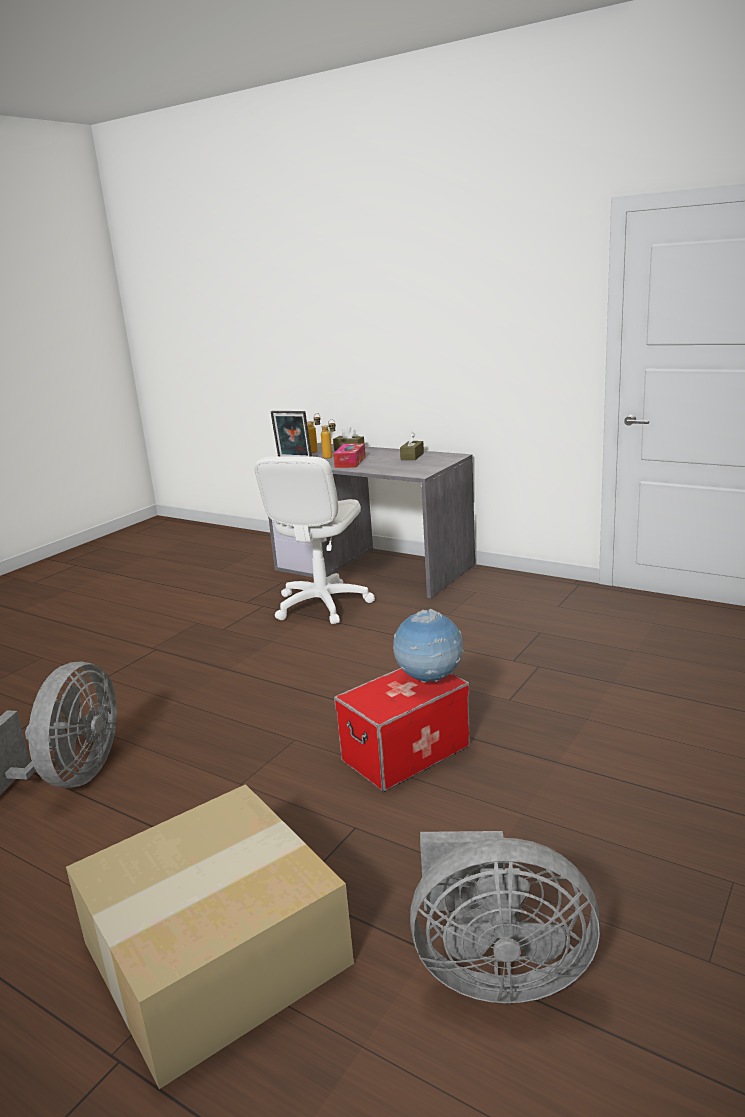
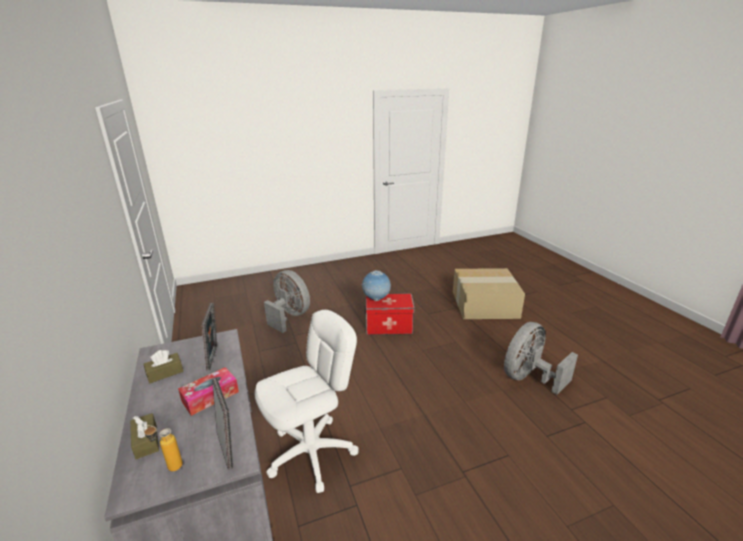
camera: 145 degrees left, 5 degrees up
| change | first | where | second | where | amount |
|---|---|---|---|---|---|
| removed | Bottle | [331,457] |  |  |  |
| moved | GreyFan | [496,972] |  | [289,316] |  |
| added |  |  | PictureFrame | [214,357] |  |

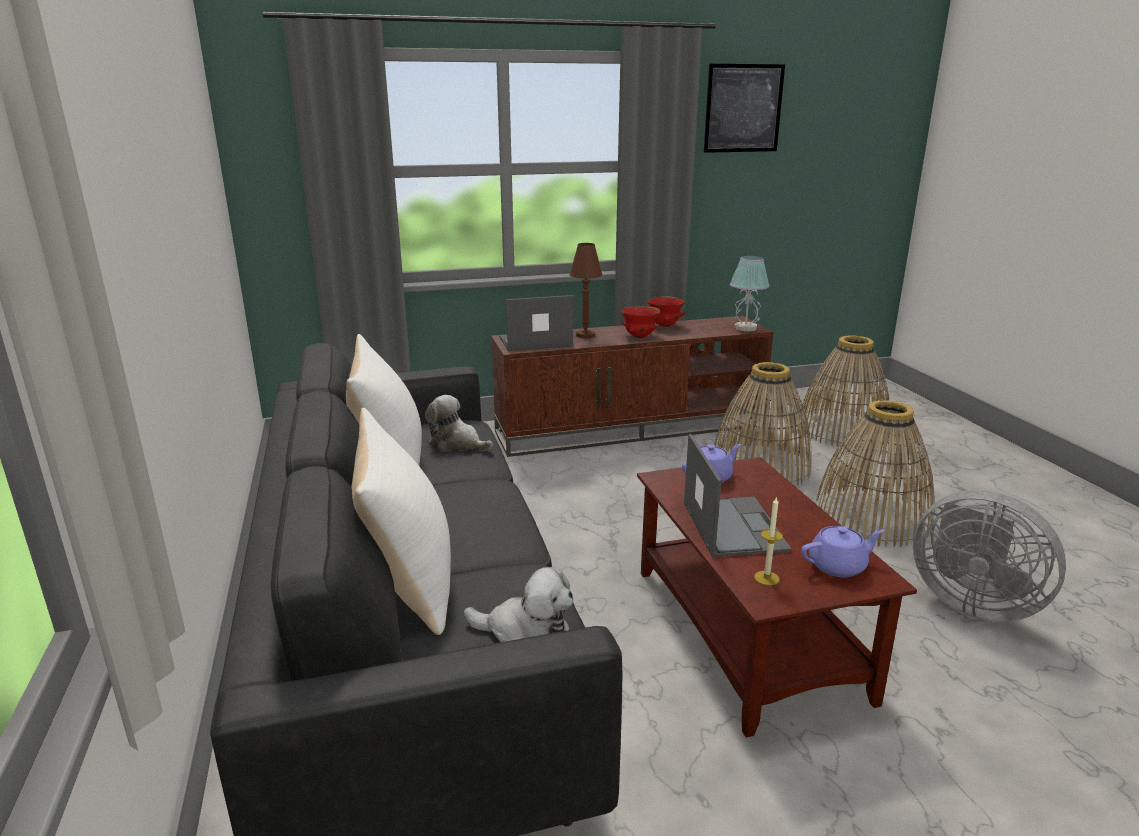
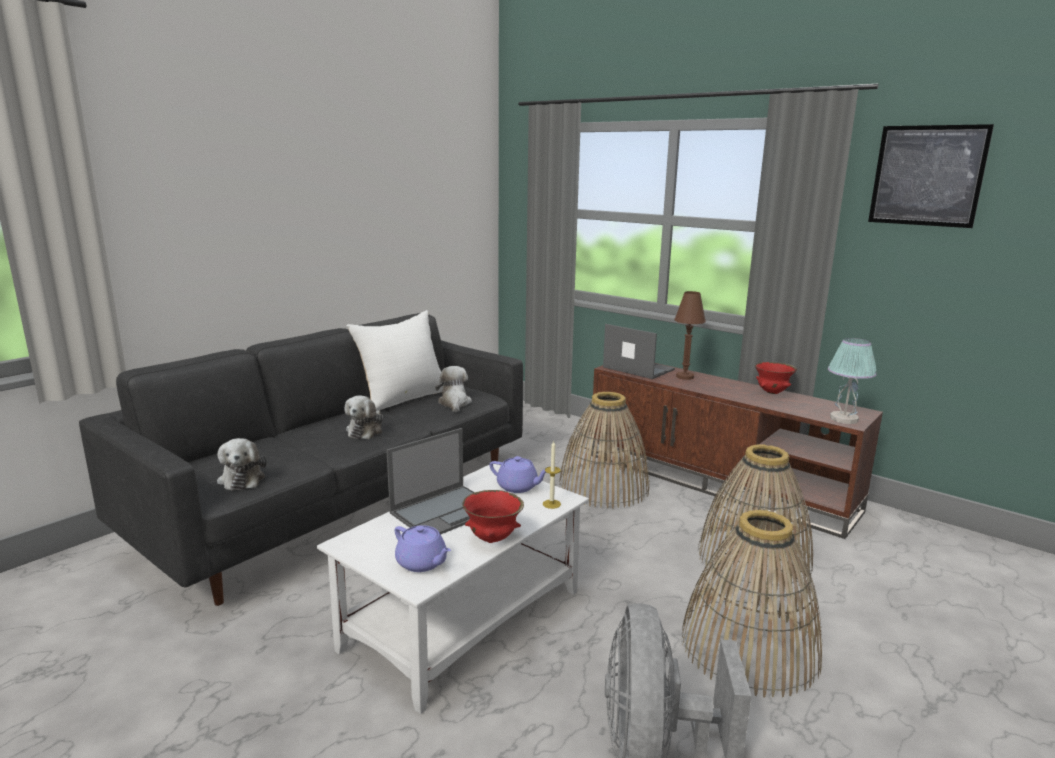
camera: 55 degrees right, 5 degrees down
| change | first | where | second | where | amount |
|---|---|---|---|---|---|
| removed | WhitePillow | [408,581] |  |  |  |
| moved | RedBowl | [640,337] |  | [492,539] |  |
| recoloured | BrownCoffeeTable | [744,631] | WhiteCoffeeTable | [464,618] |  |
| moved | Candle | [766,578] |  | [551,504] |  |
| moved | Basket | [843,430] |  | [604,487] |  |
| added |  |  | PlushToy | [366,430] |  |

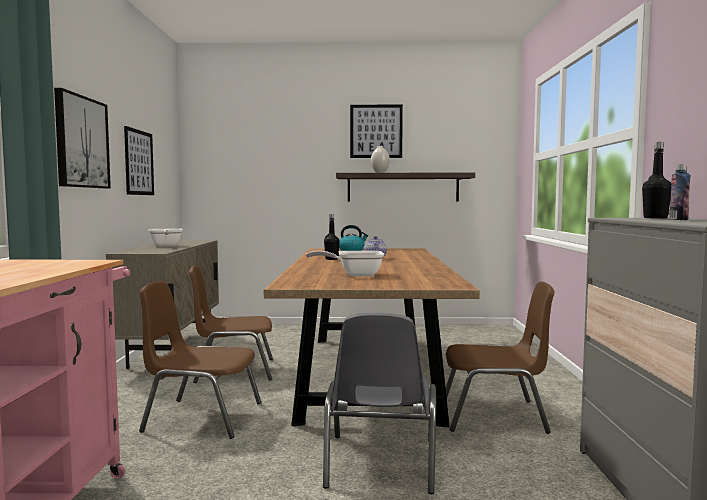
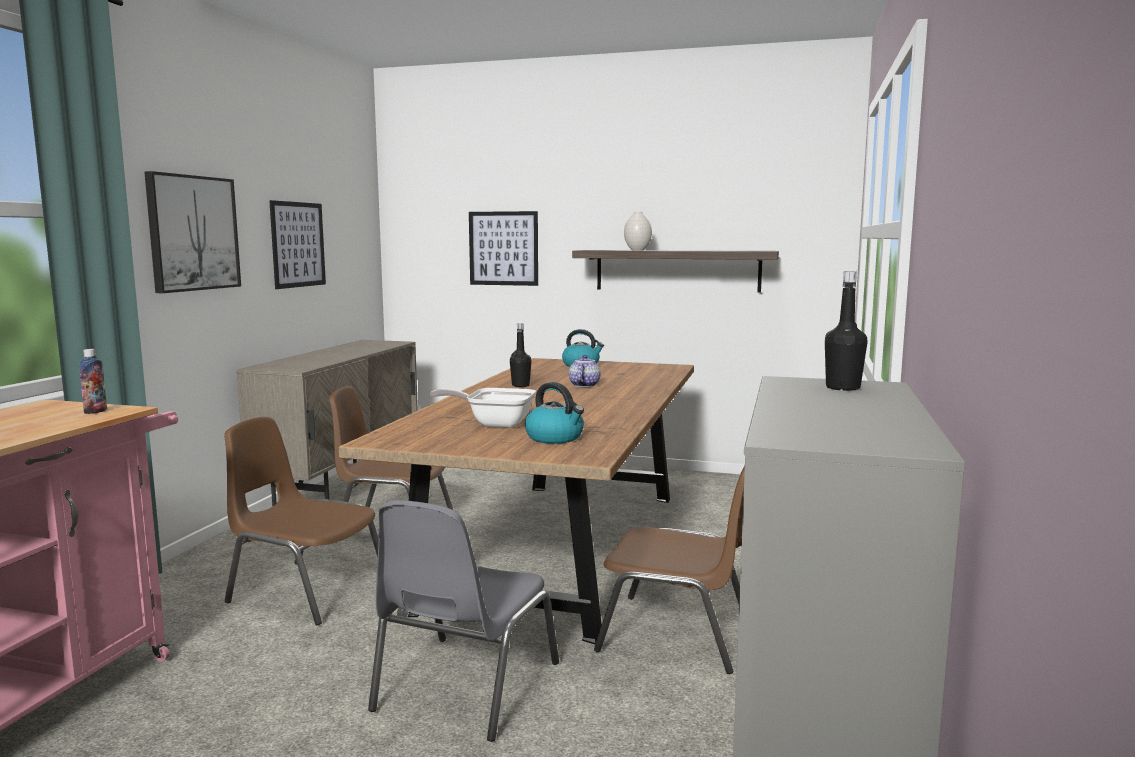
camera: 15 degrees right, 5 degrees up
| change | first | where | second | where | amount |
|---|---|---|---|---|---|
| removed | FryingPan | [165,246] |  |  |  |
| moved | Picture | [376,131] |  | [503,248] |  |
| moved | Bottle | [678,219] |  | [95,411] |  |
| added |  |  | Kettle | [555,438] |  |

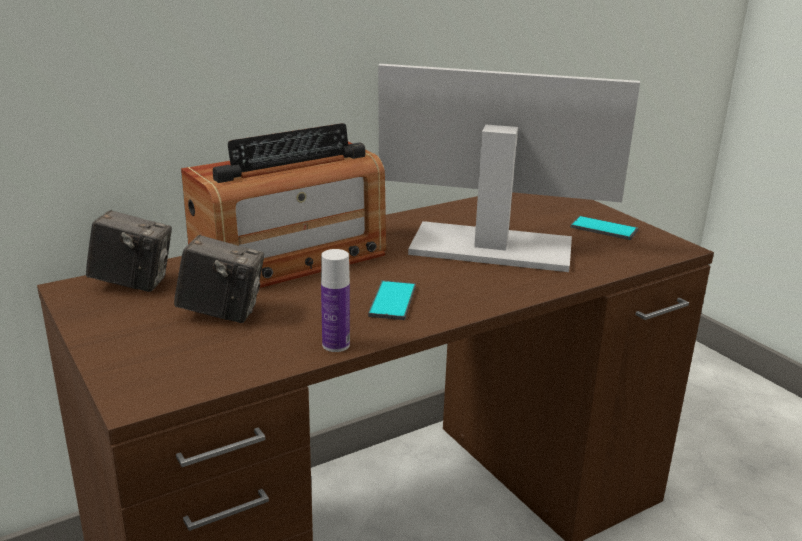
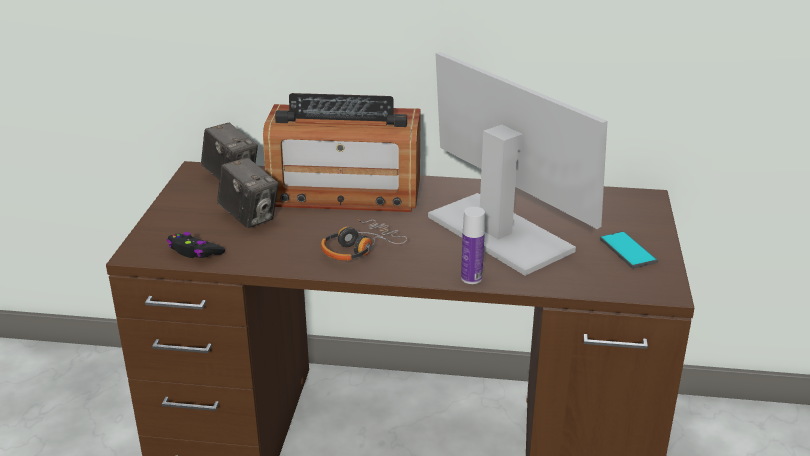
camera: 40 degrees right, 5 degrees up
| change | first | where | second | where | amount |
|---|---|---|---|---|---|
| moved | Bottle | [336,345] |  | [471,278] |  |
| replaced | Phone | [392,301] | Headphones | [359,248] |  |
| added |  |  | BlackGameController | [194,252] |  |

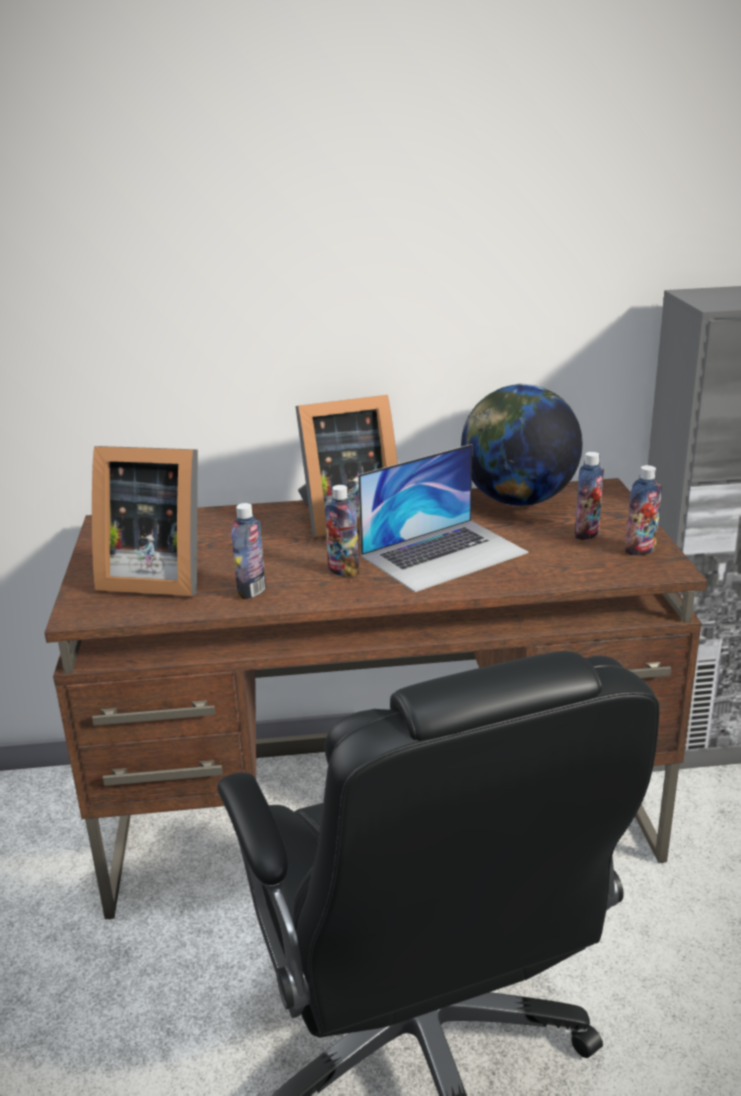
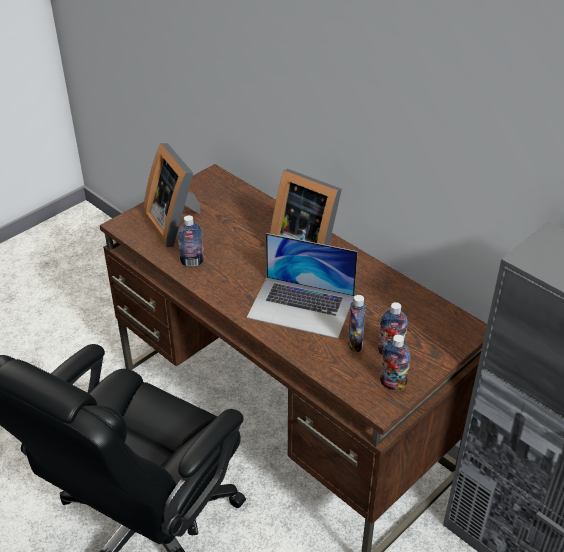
camera: 50 degrees right, 15 degrees up
| change | first | where | second | where | amount |
|---|---|---|---|---|---|
| moved | Bottle | [343,571] |  | [355,343] |  |
| removed | Globe | [518,501] |  |  |  |

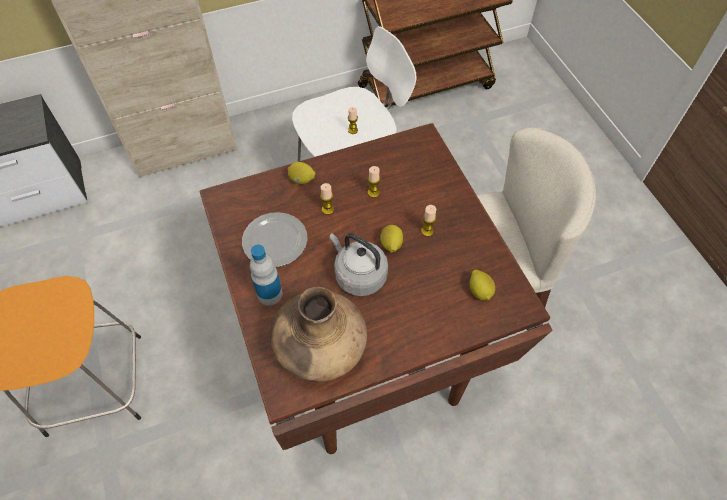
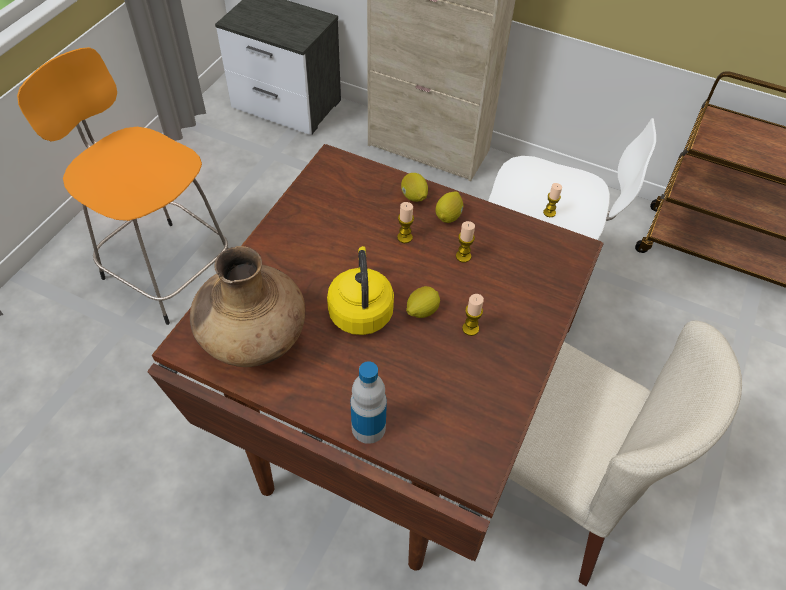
camera: 45 degrees right, 5 degrees down
| change | first | where | second | where | amount |
|---|---|---|---|---|---|
| removed | Plate | [275,240] |  |  |  |
| moved | Bottle | [269,294] |  | [368,427] |  |
| recoloured | GreyKettle | [358,275] | YellowKettle | [360,310] |  |
| moved | Lemon | [480,291] |  | [448,216] |  |

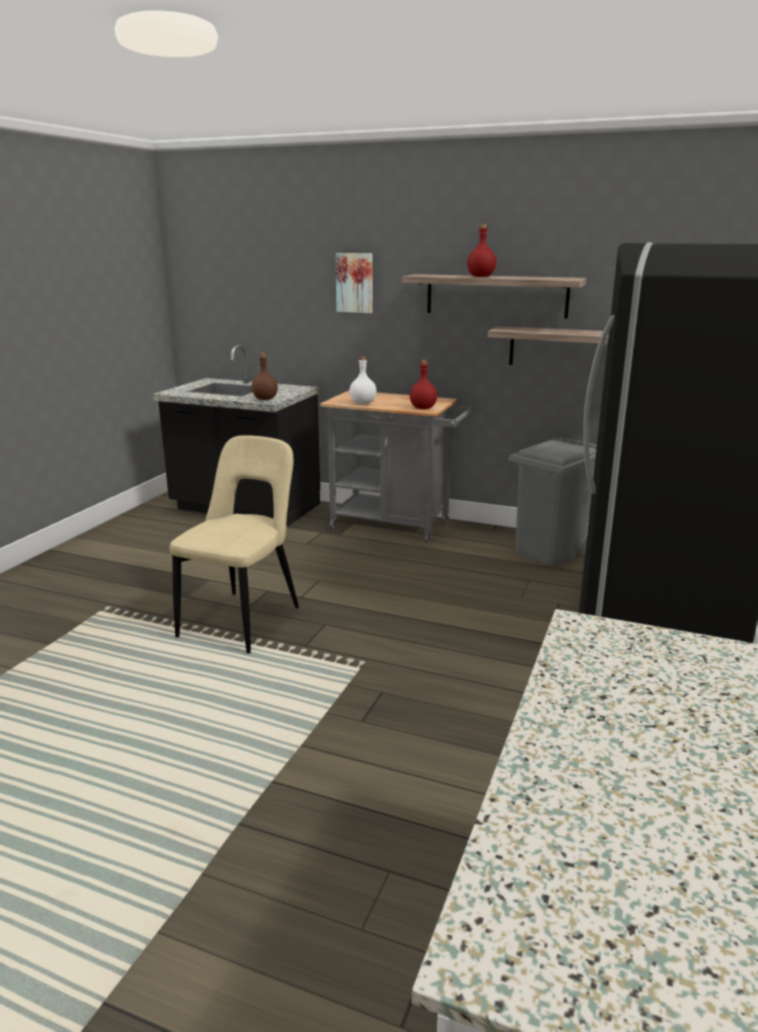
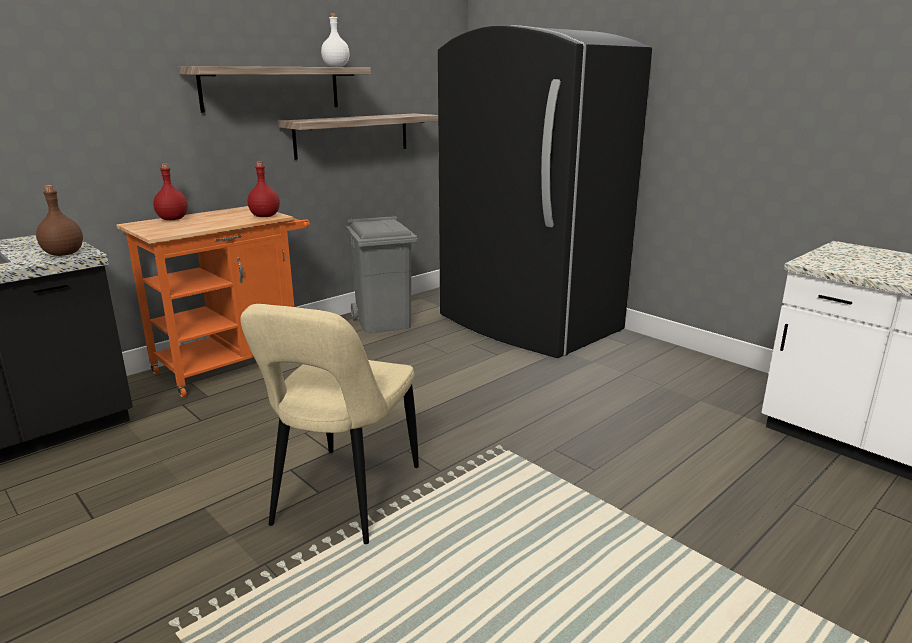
camera: 65 degrees left, 0 degrees up
| change | first | where | second | where | amount |
|---|---|---|---|---|---|
| turned | BeigeChair | [244,619] |  | [343,499] | 120 degrees counterclockwise |
| recoloured | GreyCart | [397,526] | OrangeCart | [236,363] |  |
| removed | Picture | [355,282] |  |  |  |
| moved | WhiteBottle | [363,403] |  | [336,66] |  |
| moved | RedBottle | [481,276] |  | [173,219] |  |

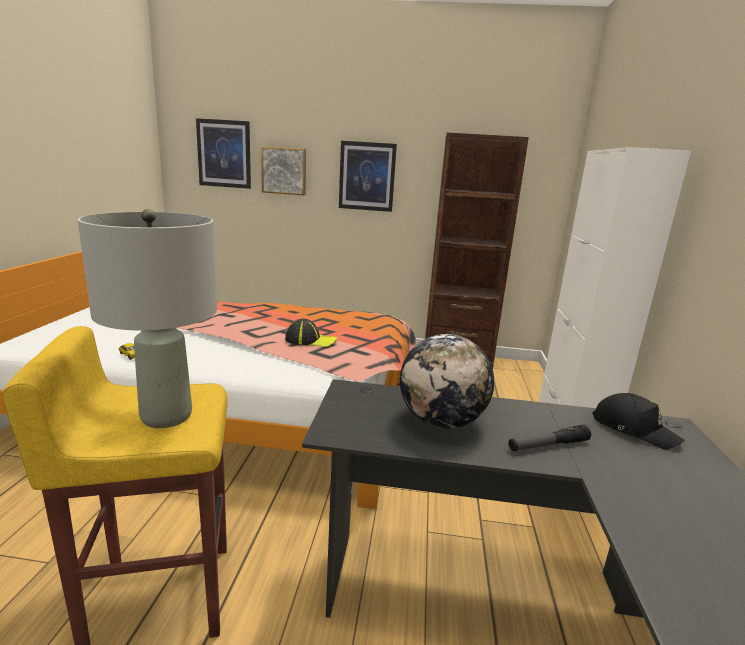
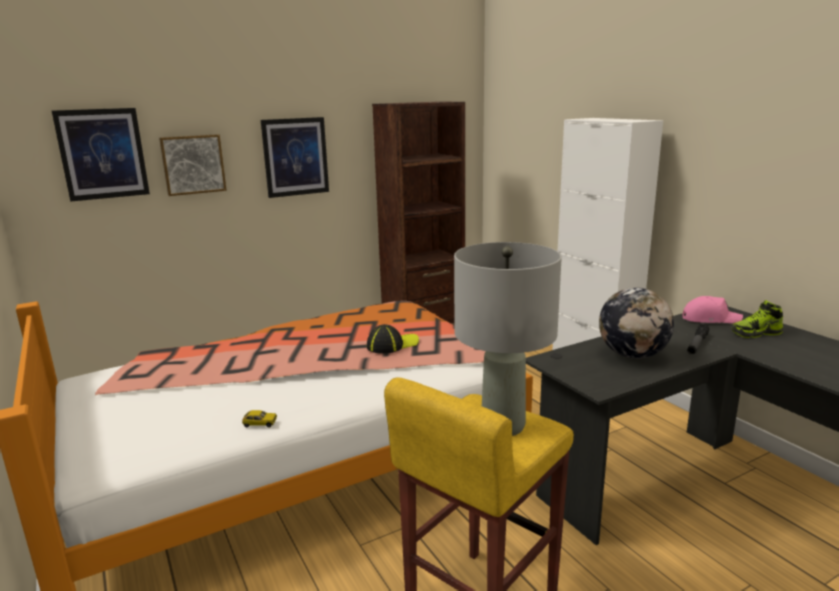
camera: 35 degrees left, 0 degrees up
| change | first | where | second | where | amount |
|---|---|---|---|---|---|
| recoloured | BlackCap | [633,429] | PinkCap | [710,319] |  |
| added |  |  | Shoe | [756,333] |  |

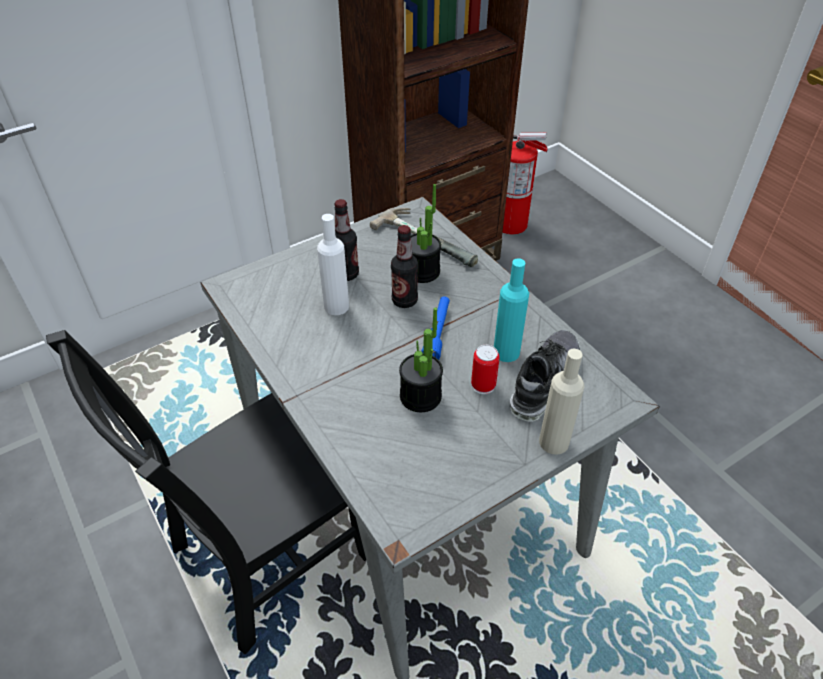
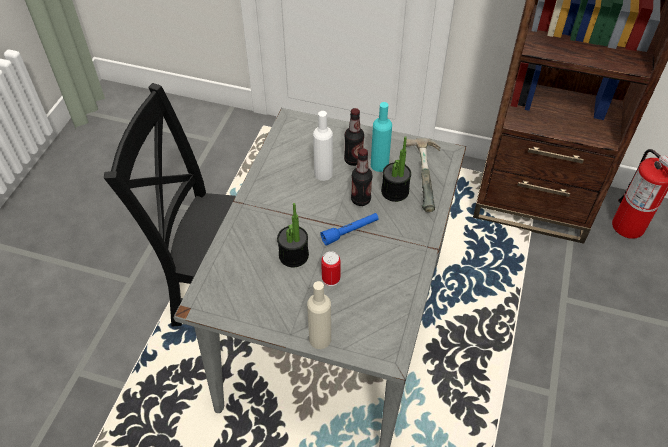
camera: 50 degrees right, 5 degrees up
| change | first | where | second | where | amount |
|---|---|---|---|---|---|
| moved | TurquoiseBottle | [506,352] |  | [379,165] |  |
| removed | Shoe | [544,382] |  |  |  |

